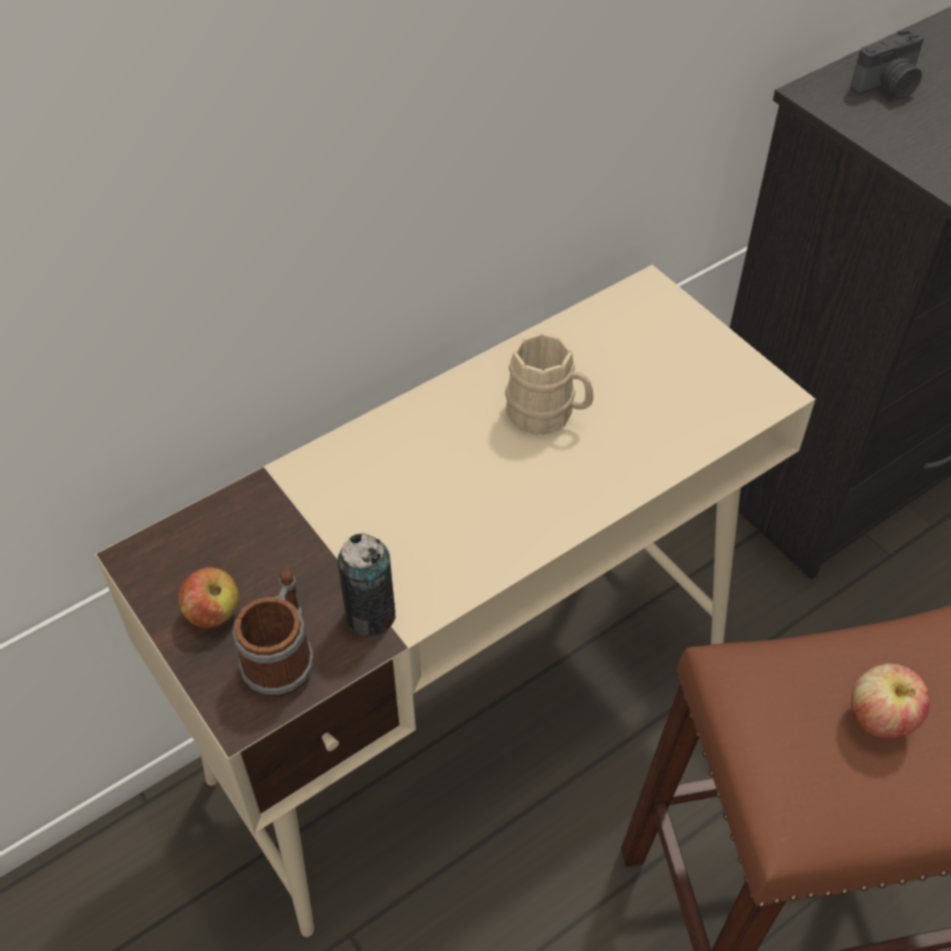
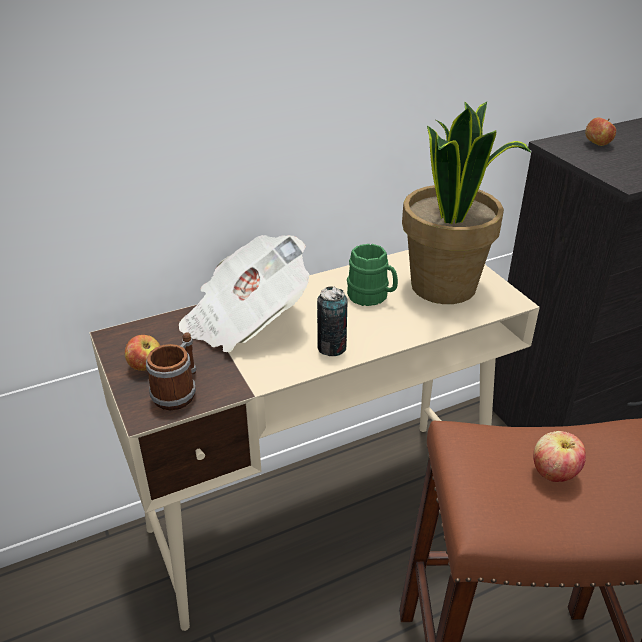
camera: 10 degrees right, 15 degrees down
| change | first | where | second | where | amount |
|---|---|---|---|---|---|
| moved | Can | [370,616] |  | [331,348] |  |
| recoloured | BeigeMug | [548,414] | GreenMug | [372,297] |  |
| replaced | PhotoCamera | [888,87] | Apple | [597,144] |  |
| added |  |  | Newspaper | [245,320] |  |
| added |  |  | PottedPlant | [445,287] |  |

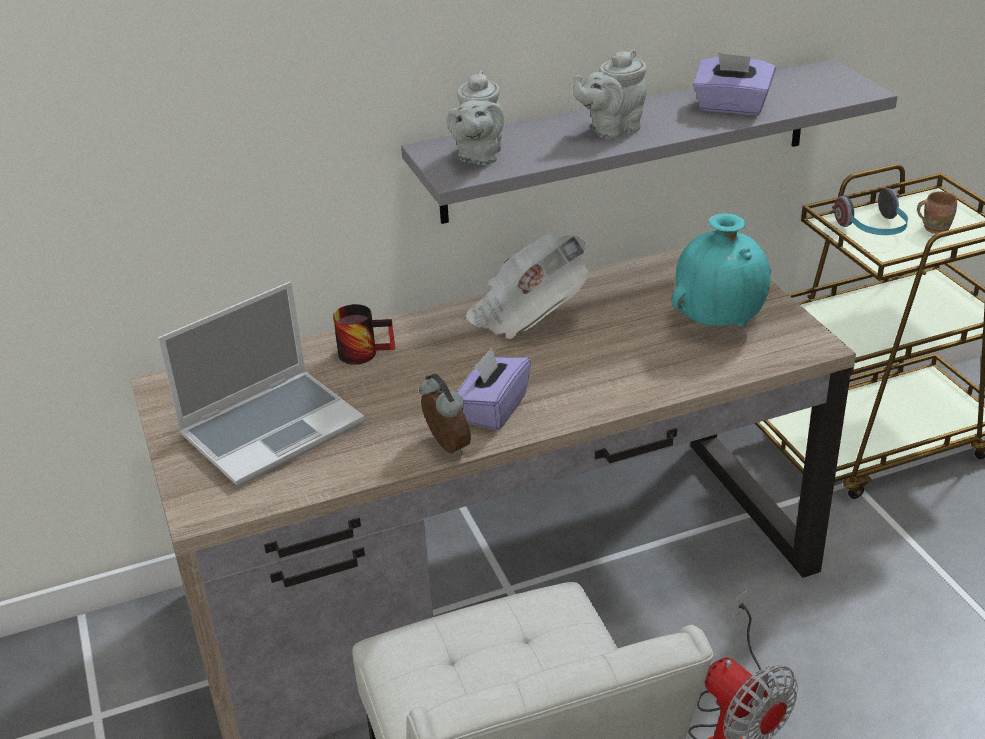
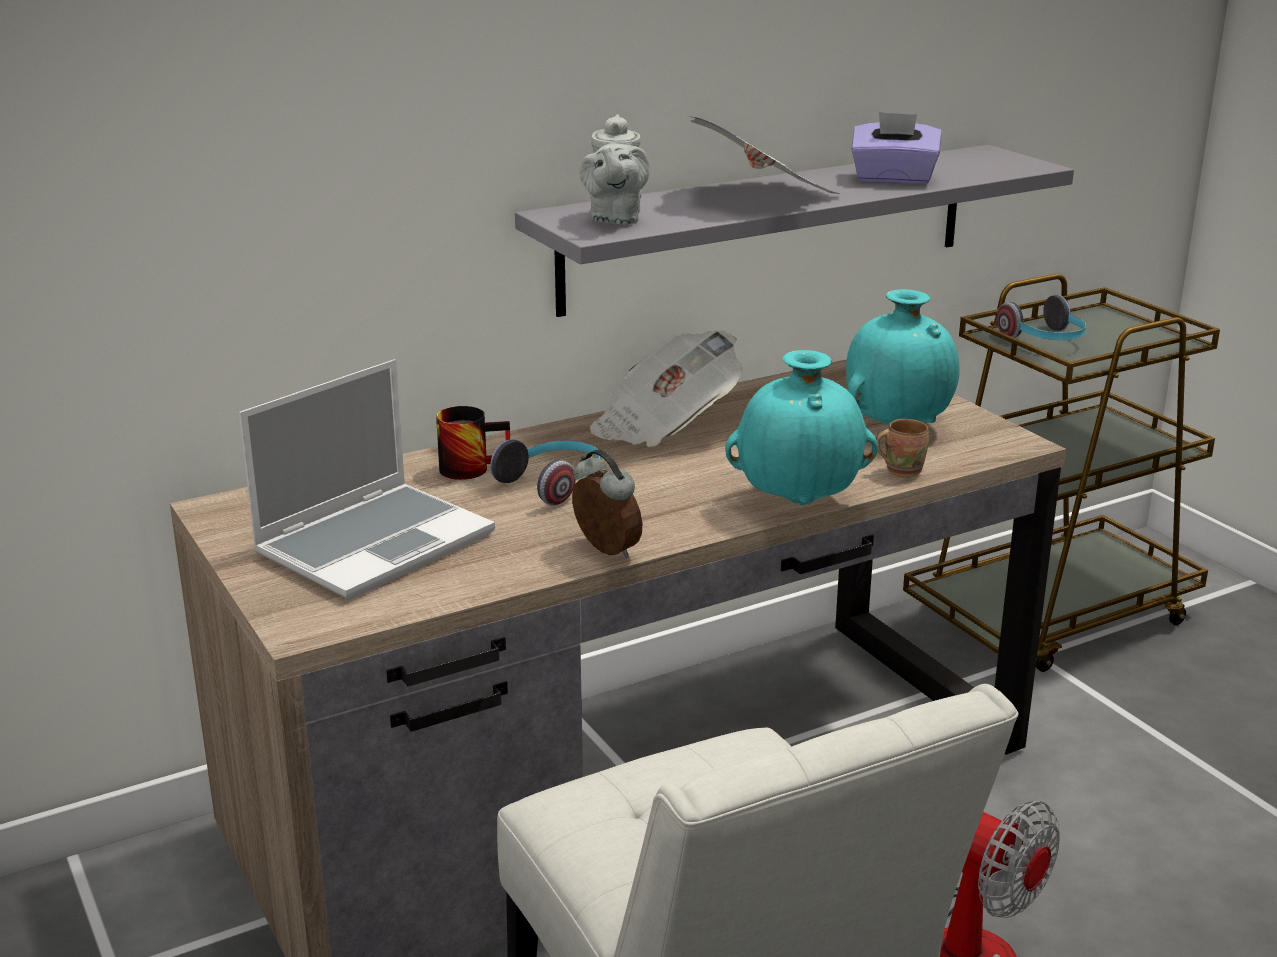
camera: 10 degrees left, 10 degrees down
| change | first | where | second | where | amount |
|---|---|---|---|---|---|
| removed | PurpleTissueBox | [493,409] |  |  |  |
| replaced | GreyTeapot | [611,130] | Newspaper | [763,197] |  |
| moved | BrownMug | [934,228] |  | [901,470] |  |
| added |  |  | Headphones | [554,484] |  |
| added |  |  | TurquoiseVase | [800,502] |  |

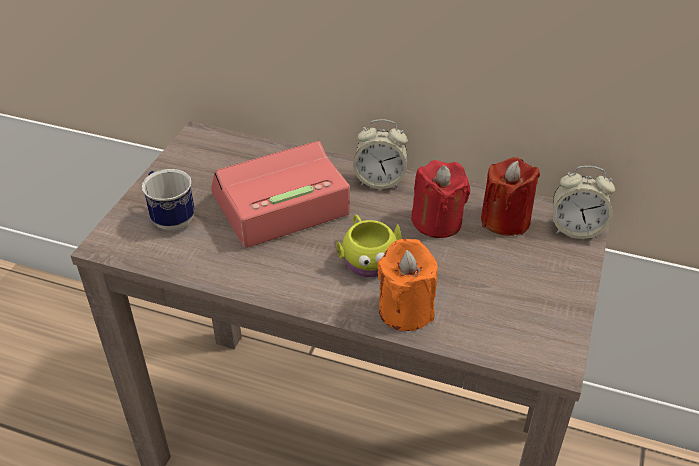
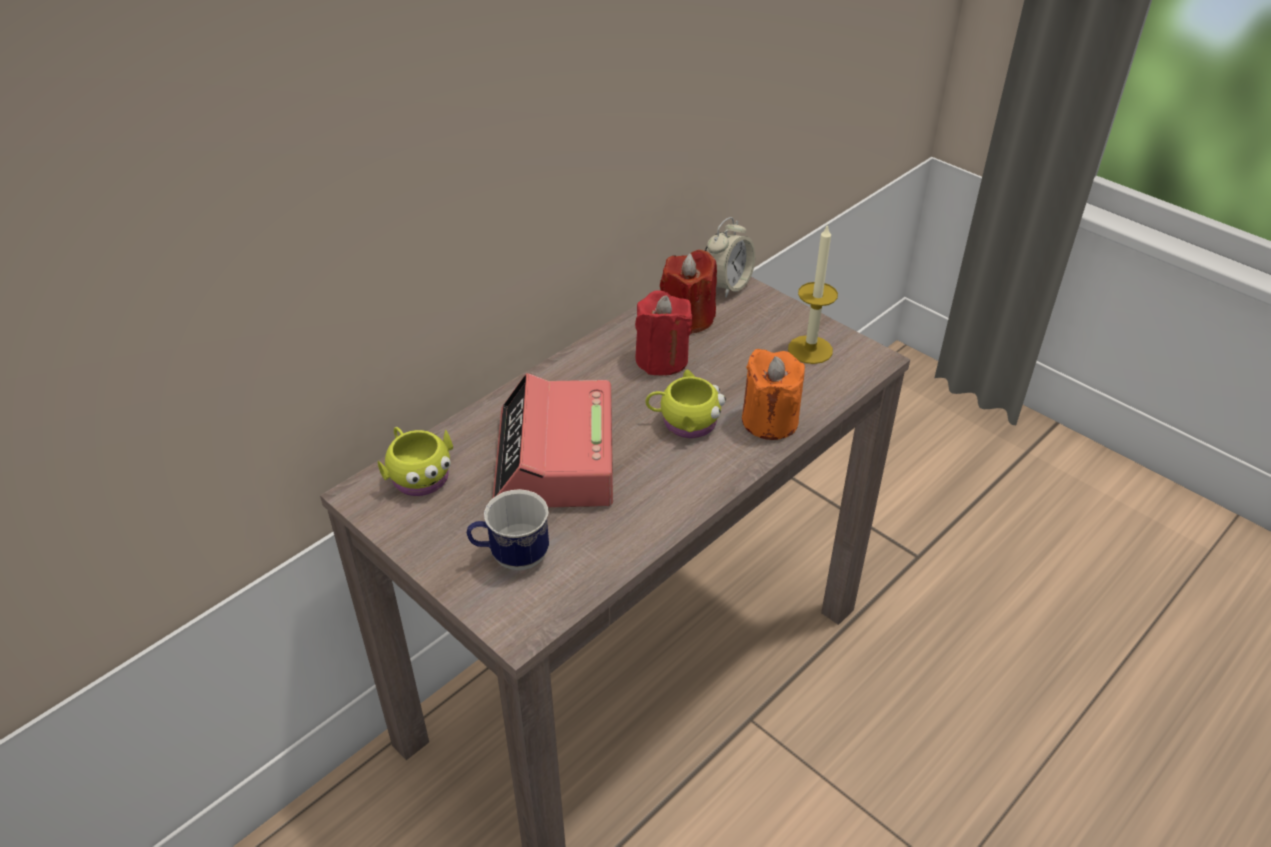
camera: 65 degrees left, 0 degrees up
| change | first | where | second | where | amount |
|---|---|---|---|---|---|
| removed | AlarmClock | [380,181] |  |  |  |
| added |  |  | YellowMug | [418,475] |  |
| added |  |  | Candle | [810,349] |  |

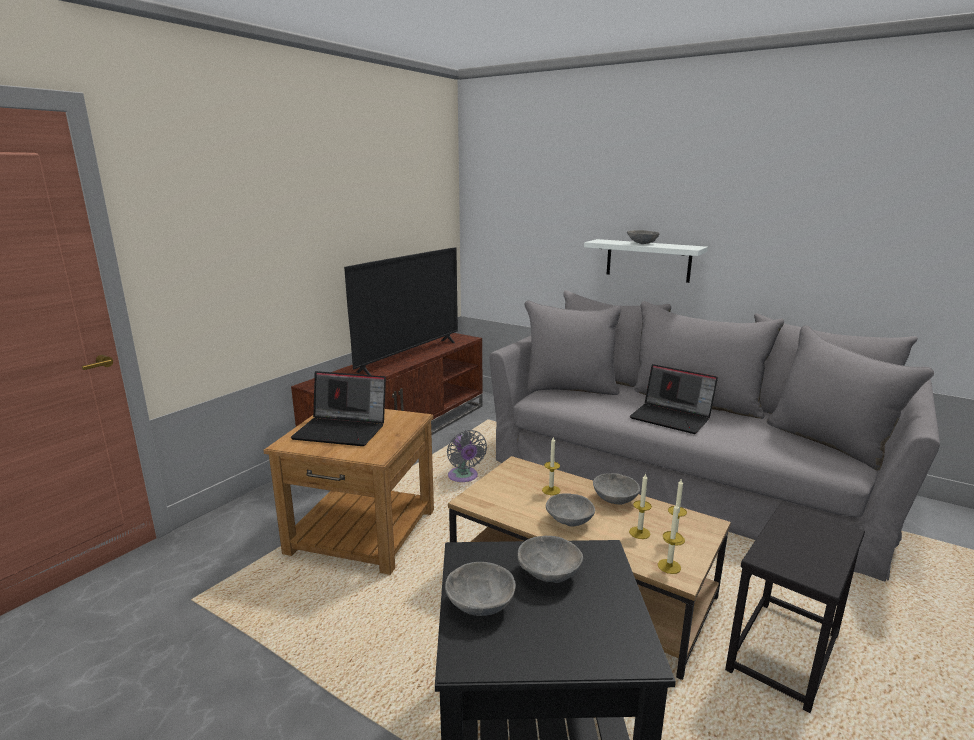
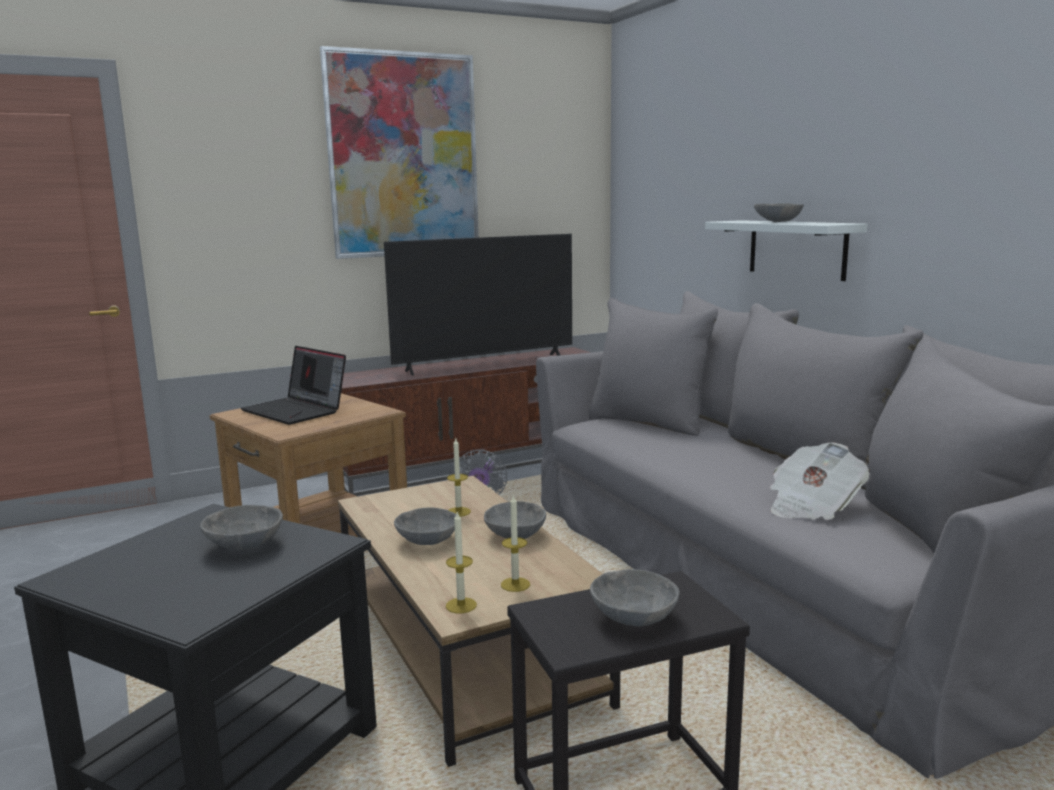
camera: 30 degrees right, 5 degrees down
| change | first | where | second | where | amount |
|---|---|---|---|---|---|
| moved | GreyBowl | [479,605] |  | [632,618] |  |
| removed | Candle | [639,533] |  |  |  |
| removed | Laptop | [672,418] |  |  |  |
| added |  |  | Picture | [403,156] |  |
| added |  |  | Newspaper | [812,506] |  |

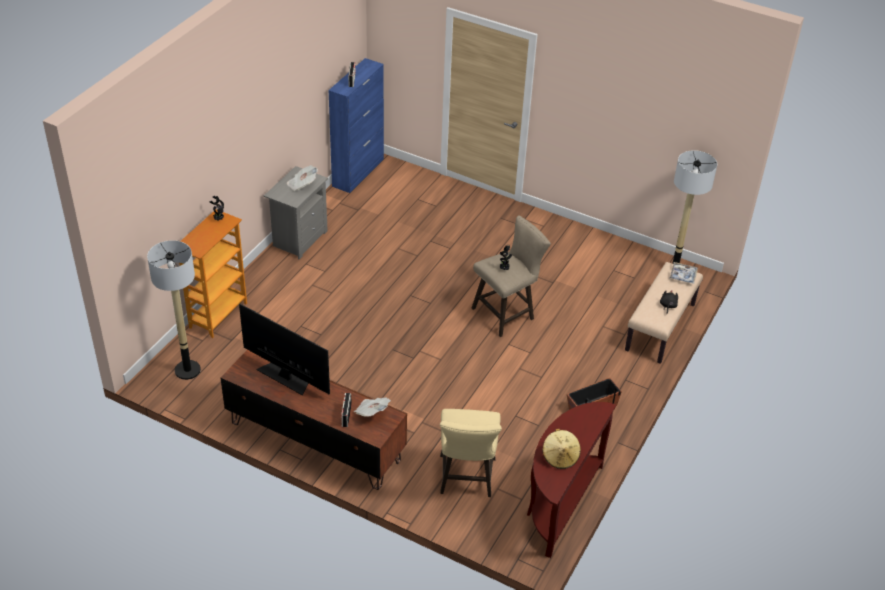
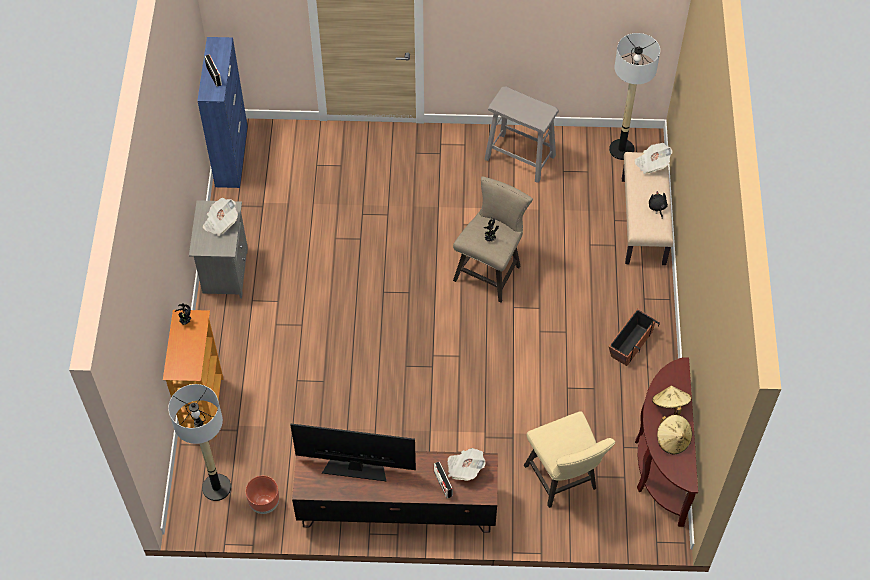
camera: 25 degrees left, 15 degrees up
| change | first | where | second | where | amount |
|---|---|---|---|---|---|
| replaced | Tray | [683,275] | Newspaper | [651,164] |  |
| added |  |  | BrownPlanter | [264,503] |  |
| added |  |  | GreyStool | [520,157] |  |
| added |  |  | BeigeHat | [670,405] |  |

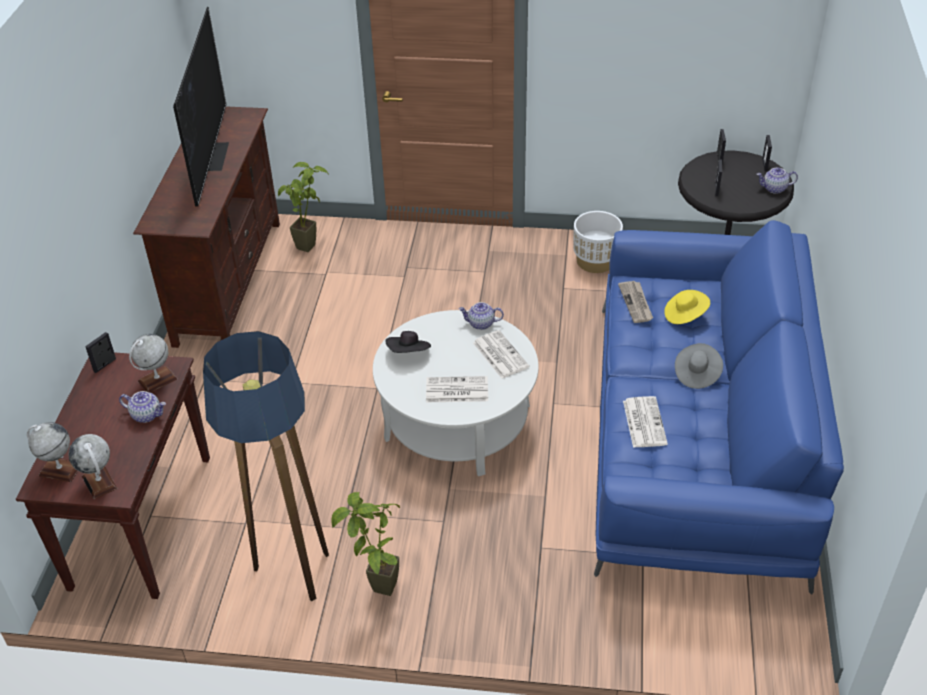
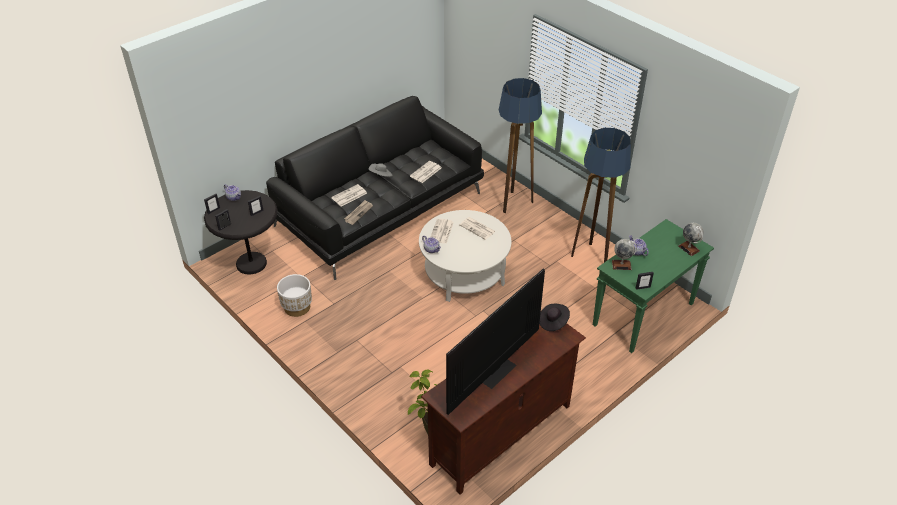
camera: 140 degrees left, 0 degrees up
| change | first | where | second | where | amount |
|---|---|---|---|---|---|
| recoloured | BrownConsoleTable | [142,520] | GreenConsoleTable | [643,315] |  |
| removed | Globe | [99,482] |  |  |  |
| removed | PottedPlant | [379,594] |  |  |  |
| moved | BlackHat | [409,353] |  | [553,322] |  |
| recoloured | BlueSofa | [695,438] | BlackSofa | [381,209] |  |
| replaced | YellowHat | [685,315] | Newspaper | [349,196] |  |
| added |  |  | FloorLamp | [514,204] |  |

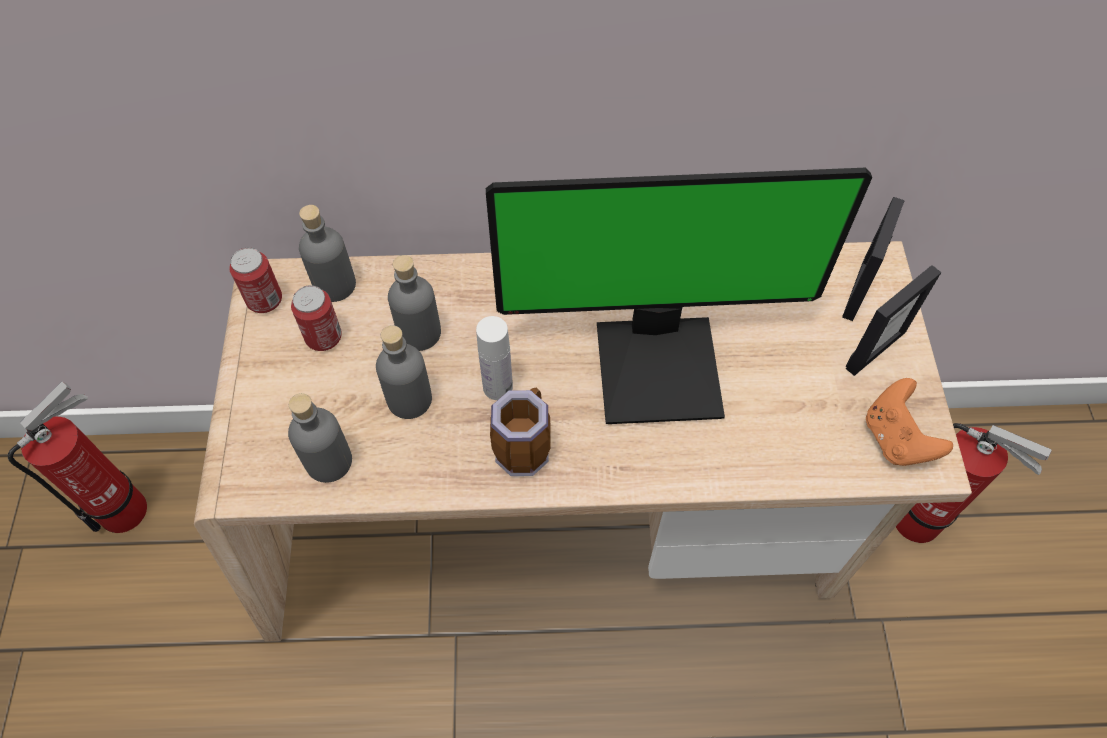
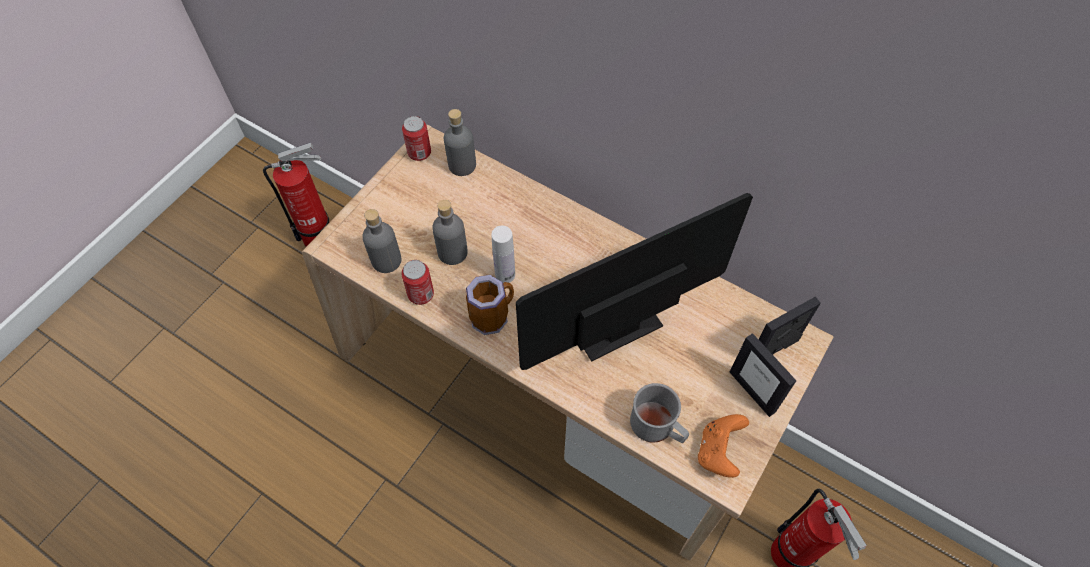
camera: 35 degrees right, 0 degrees up
| change | first | where | second | where | amount |
|---|---|---|---|---|---|
| moved | Can | [324,337] |  | [421,294] |  |
| removed | GreyBottle | [419,333] |  |  |  |
| turned | Monitor | [659,365] |  | [608,318] | 120 degrees clockwise |
| turned | PictureFrame | [875,350] |  | [752,391] | 60 degrees clockwise |
| added |  |  | GreyMug | [658,427] |  |

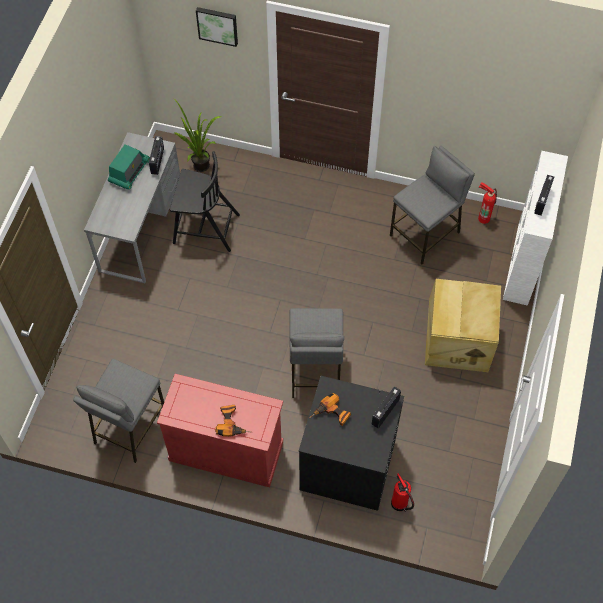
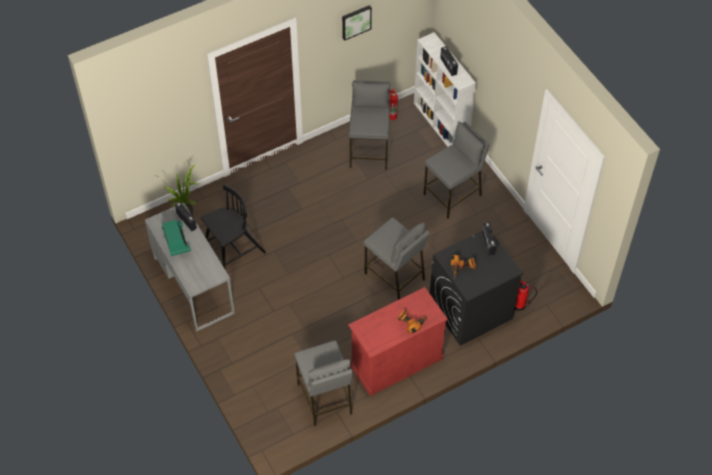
camera: 45 degrees left, 5 degrees down
| change | first | where | second | where | amount |
|---|---|---|---|---|---|
| moved | Picture | [217,25] |  | [356,21] |  |
| replaced | BeigeStorageBox | [457,341] | GreyStool | [453,195] |  |

